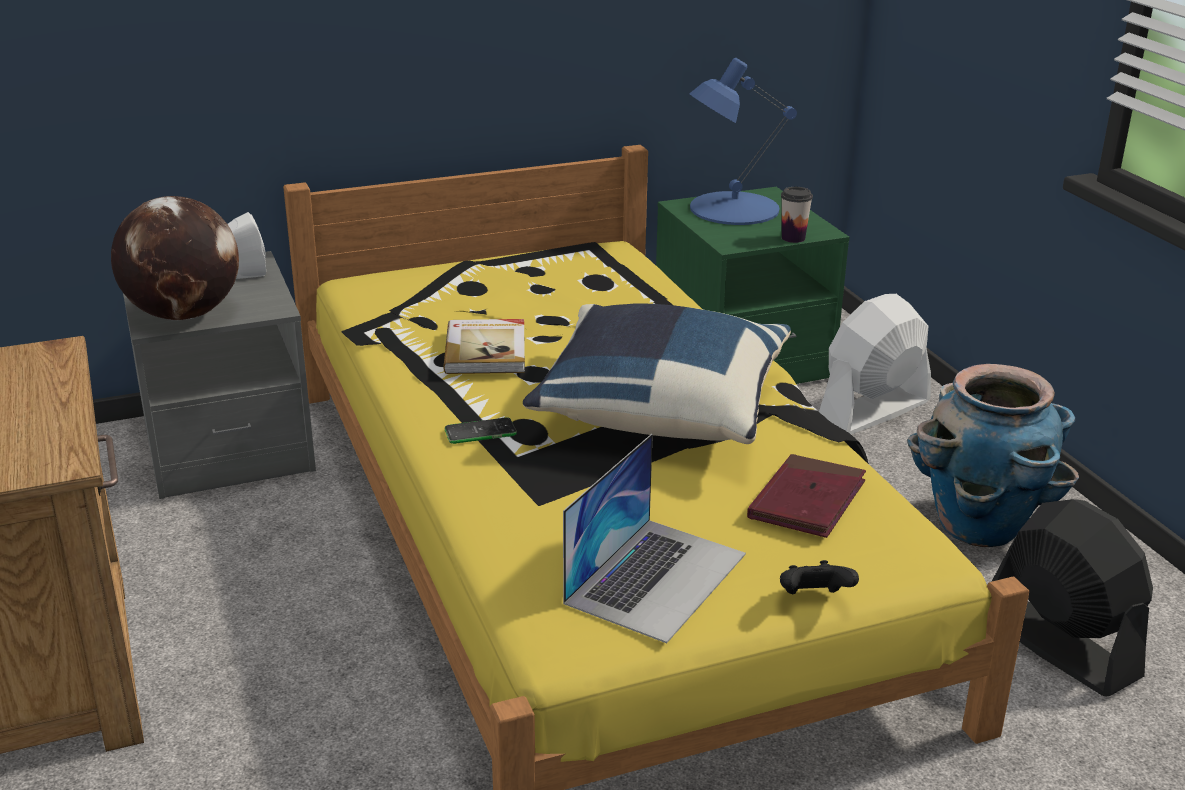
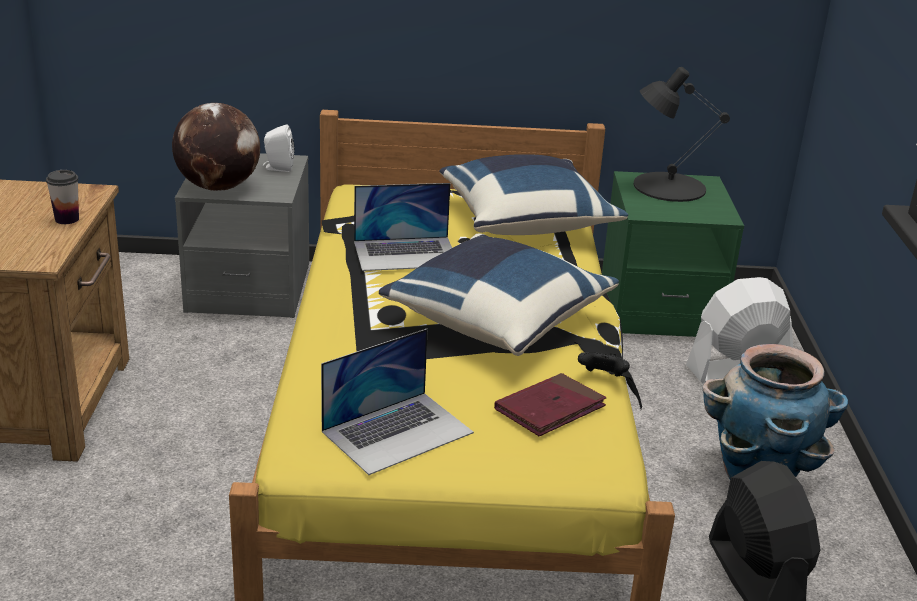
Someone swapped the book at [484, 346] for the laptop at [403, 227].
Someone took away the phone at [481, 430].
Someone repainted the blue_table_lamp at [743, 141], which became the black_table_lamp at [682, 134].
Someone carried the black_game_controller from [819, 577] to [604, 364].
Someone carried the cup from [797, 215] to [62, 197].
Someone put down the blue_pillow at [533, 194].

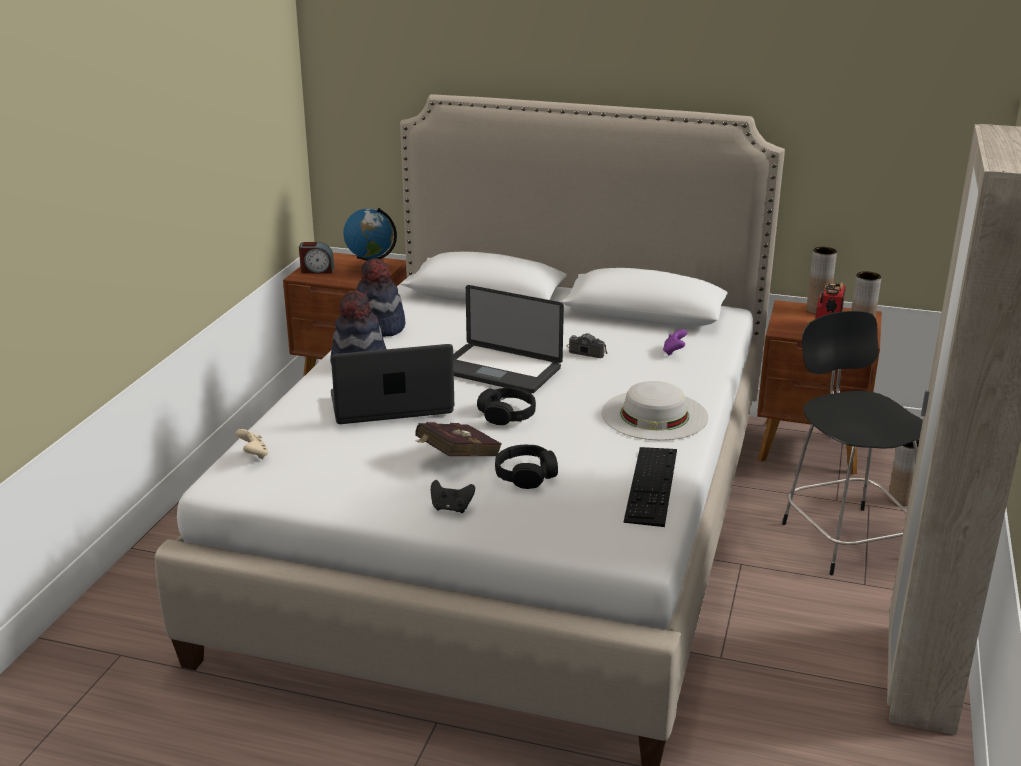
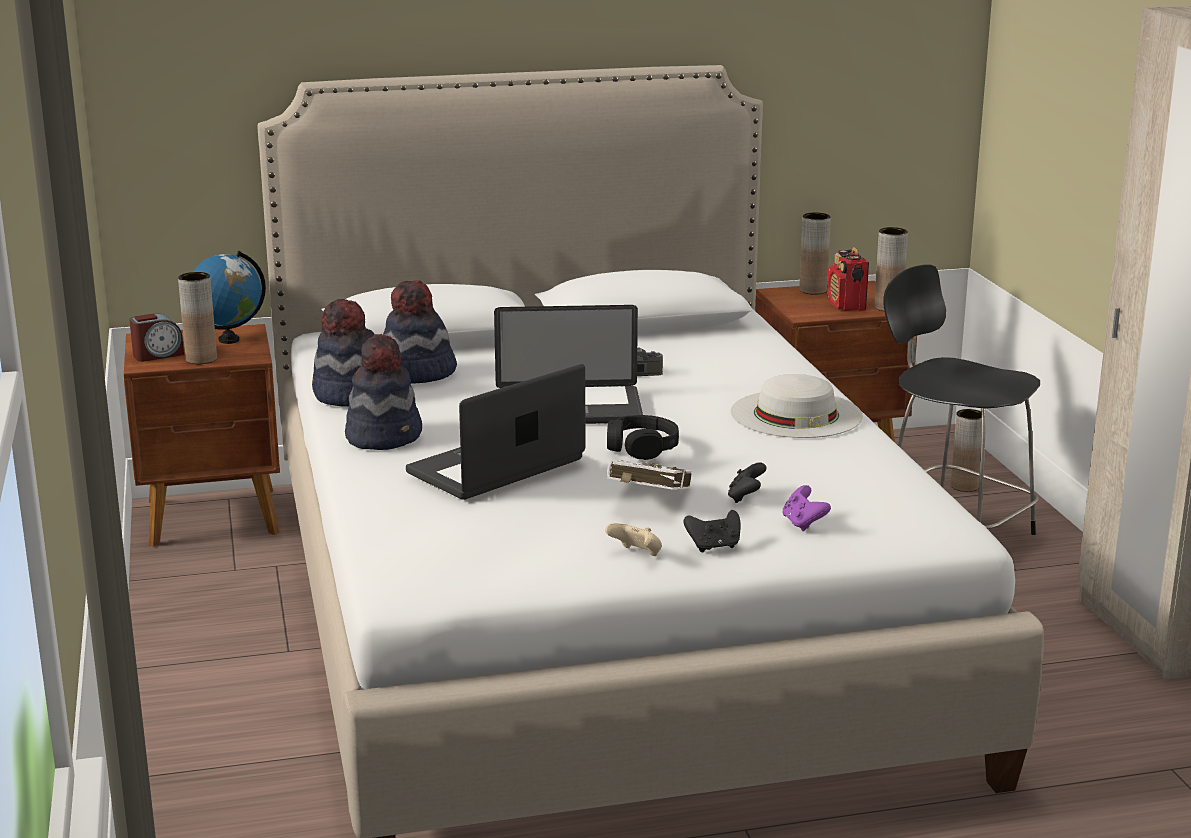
Someone carried the beige_game_controller from [252, 444] to [633, 539].
Someone repainted the red_book at [458, 439], which became the white_book at [649, 475].
Someone swapped the black_headphones at [526, 467] for the black_game_controller at [747, 482].
Someone took away the keyboard at [650, 487].
Someone carried the purple_game_controller from [675, 342] to [806, 508].
Someone put down the brown_vase at [197, 318].
Someone put down the hat at [420, 332].

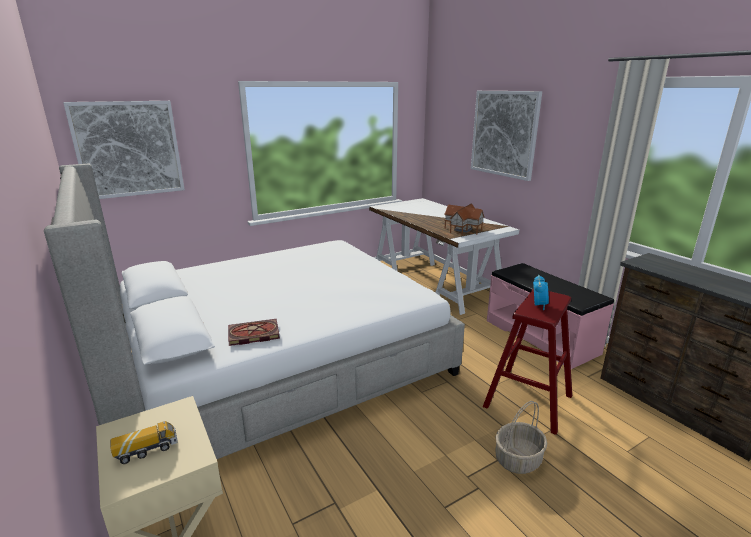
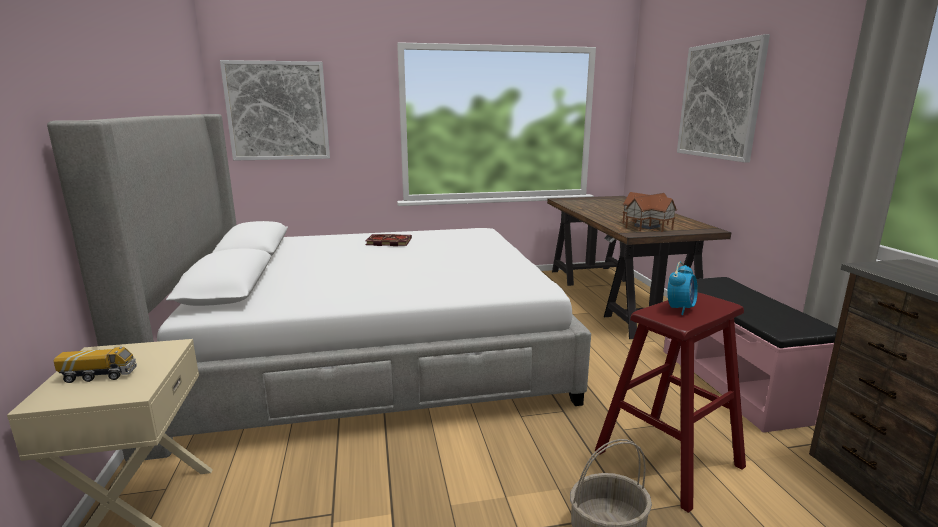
Someone carried the book from [254, 332] to [389, 240].
Someone repainted the white_desk at [444, 256], which became the brown_desk at [639, 267].

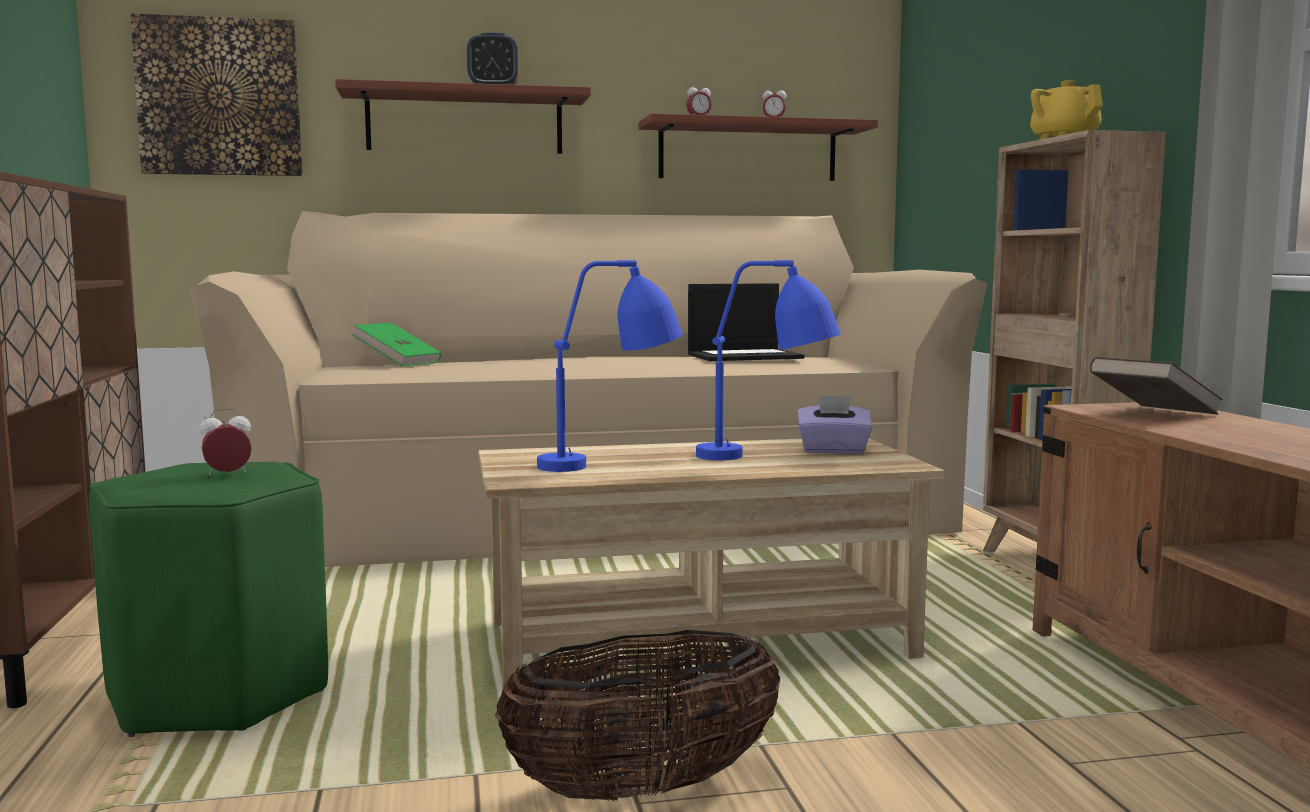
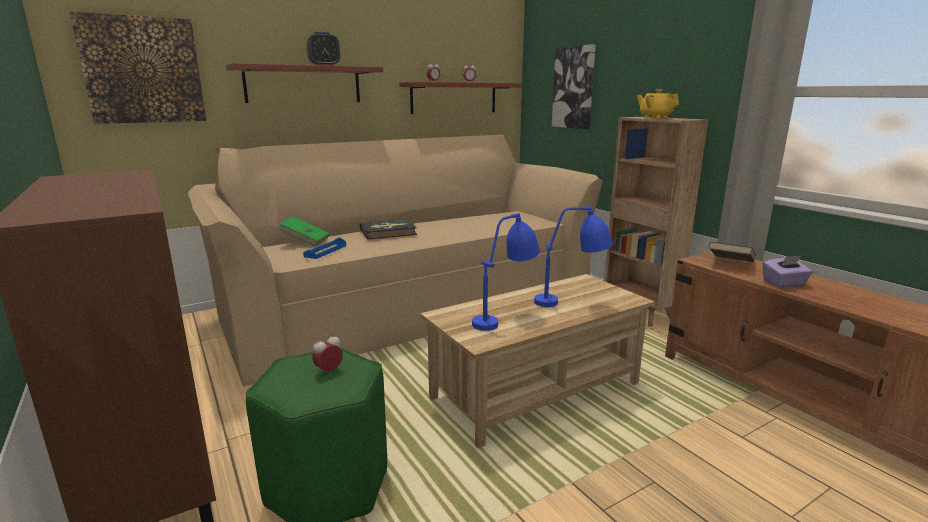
Someone took away the basket at [637, 715].
Someone took away the laptop at [746, 322].
Someone carried the purple_tissue_box from [834, 424] to [788, 271].
Someone put down the blue_tray at [324, 248].
Someone put down the book at [388, 229].
Someone put up the picture at [574, 86].

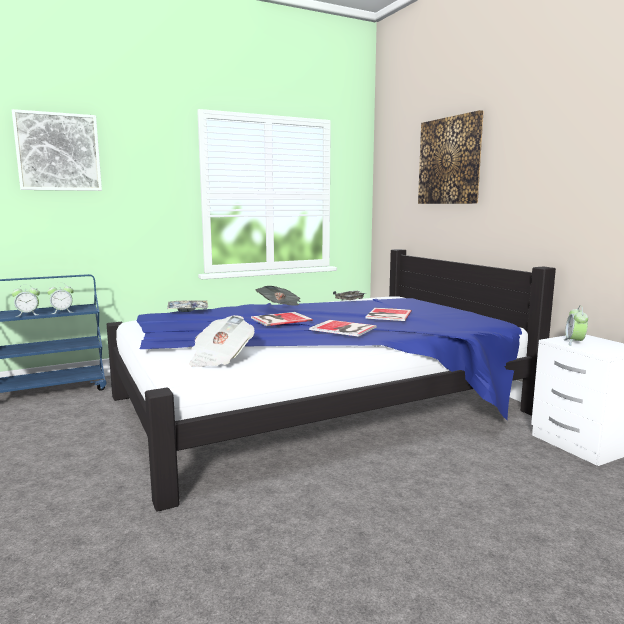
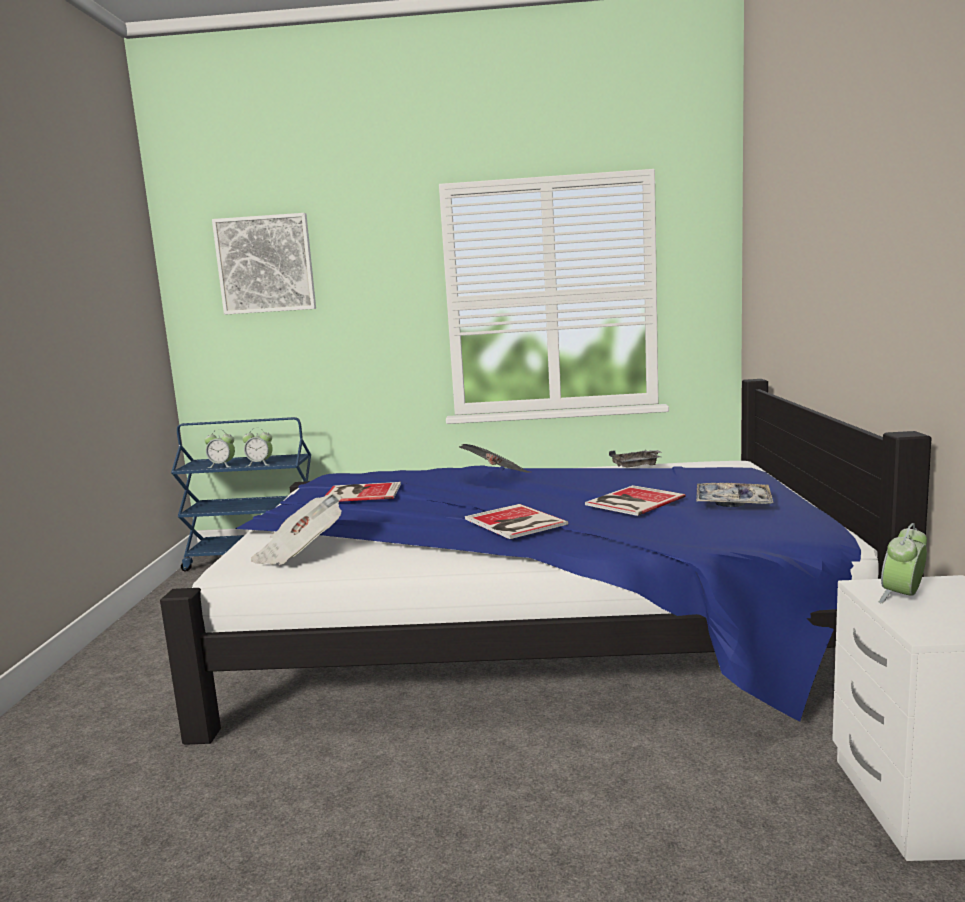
Someone carried the tray from [187, 306] to [735, 495].
Someone carried the book from [282, 319] to [363, 492].
Someone took away the picture at [451, 157].

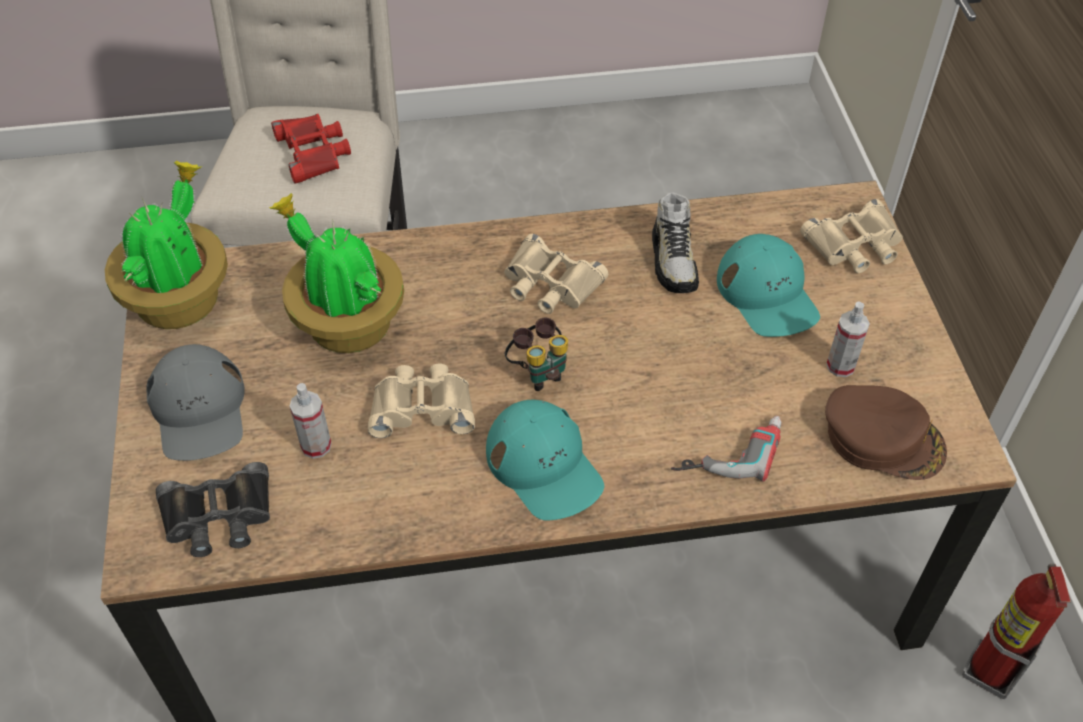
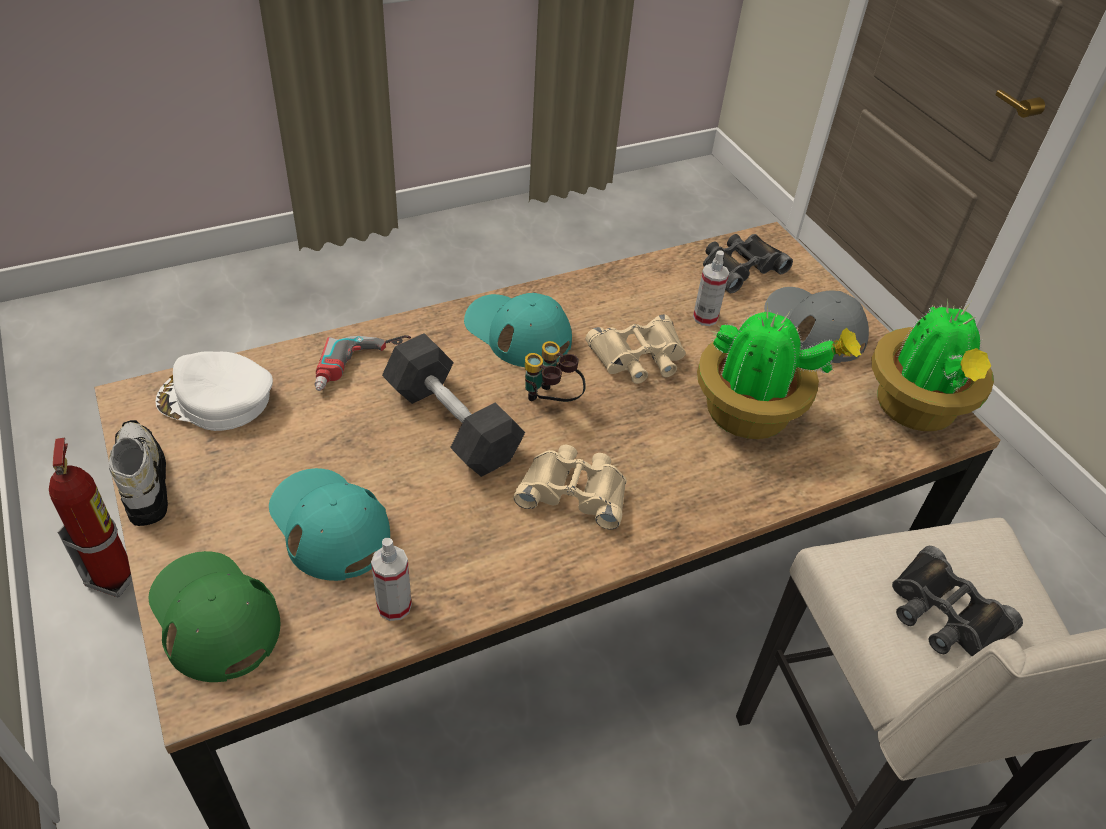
Someone repainted the red_binoculars at [311, 149], which became the black_binoculars at [957, 601].
Someone carried the shoe from [675, 242] to [138, 473].
Someone swapped the beige_binoculars at [851, 236] for the green_cap at [214, 616].
Someone repainted the brown_cap at [886, 432], which became the white_cap at [214, 391].
Someone carried the spray_bottle from [848, 339] to [391, 579].
Someone put down the black_dumbbell at [453, 405].

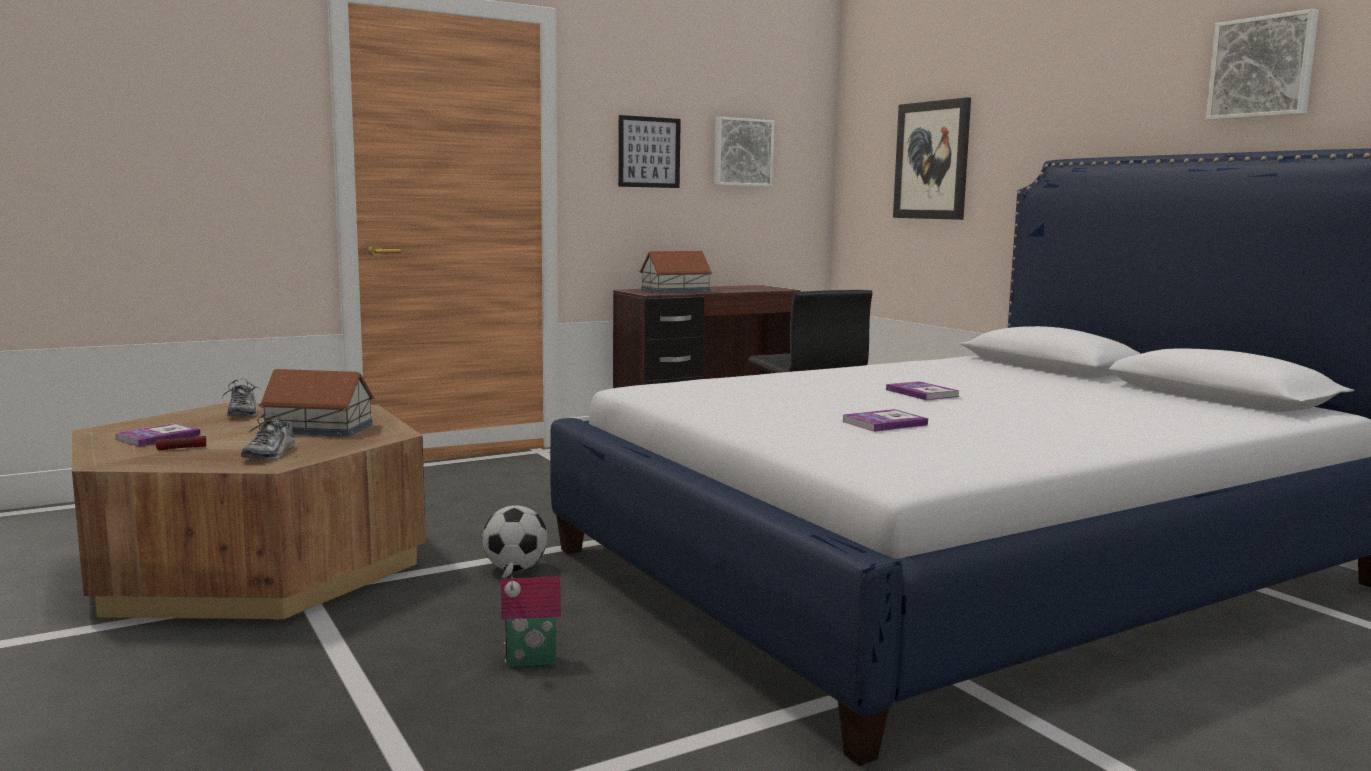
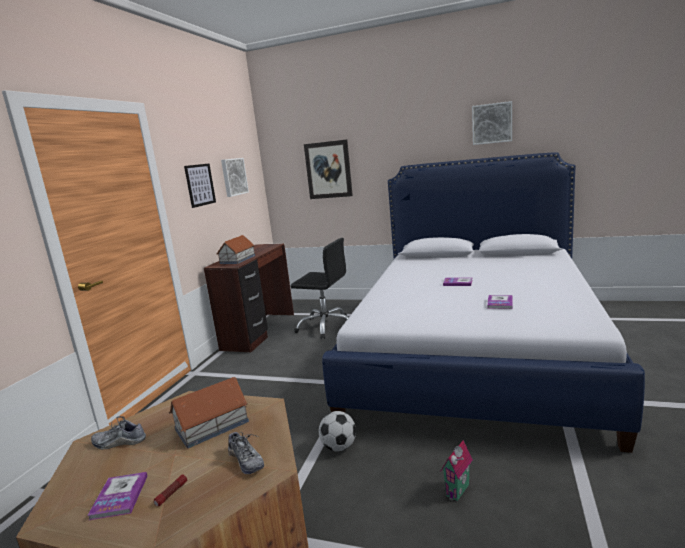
Someone rotated the shoe at [241, 398] by 150 degrees clockwise.

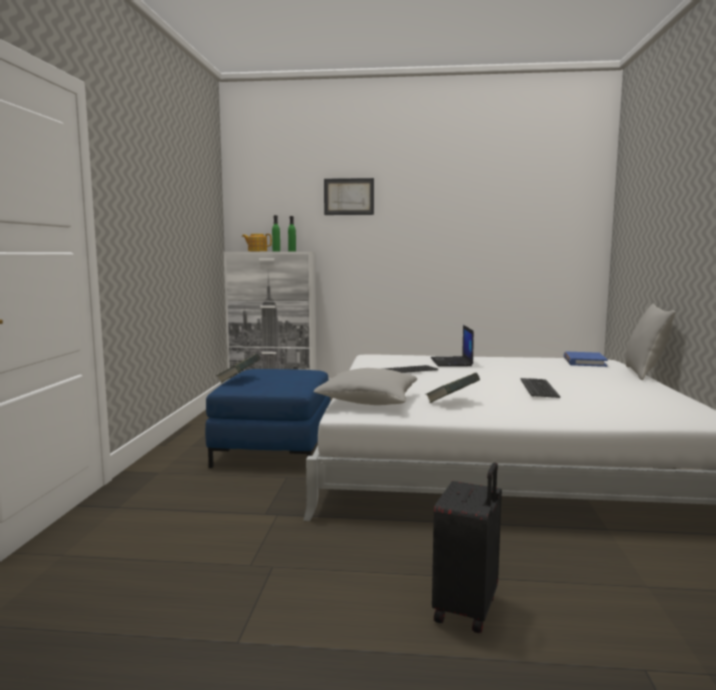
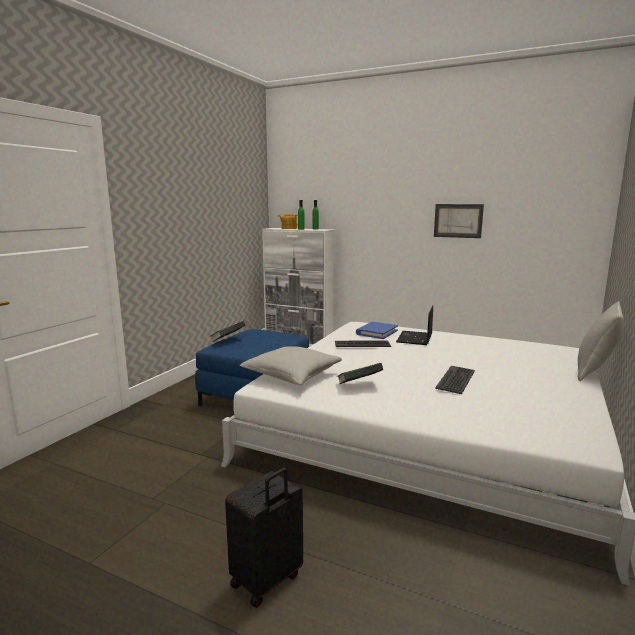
Someone carried the picture from [349, 196] to [459, 221].
Someone carried the blue_book from [586, 359] to [377, 330].

